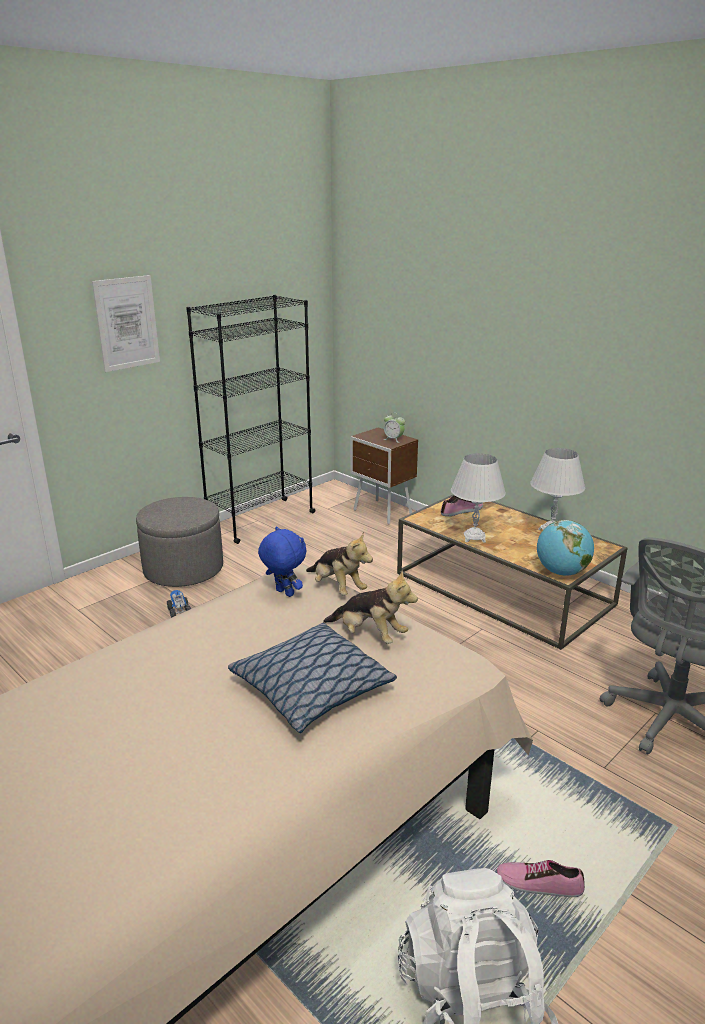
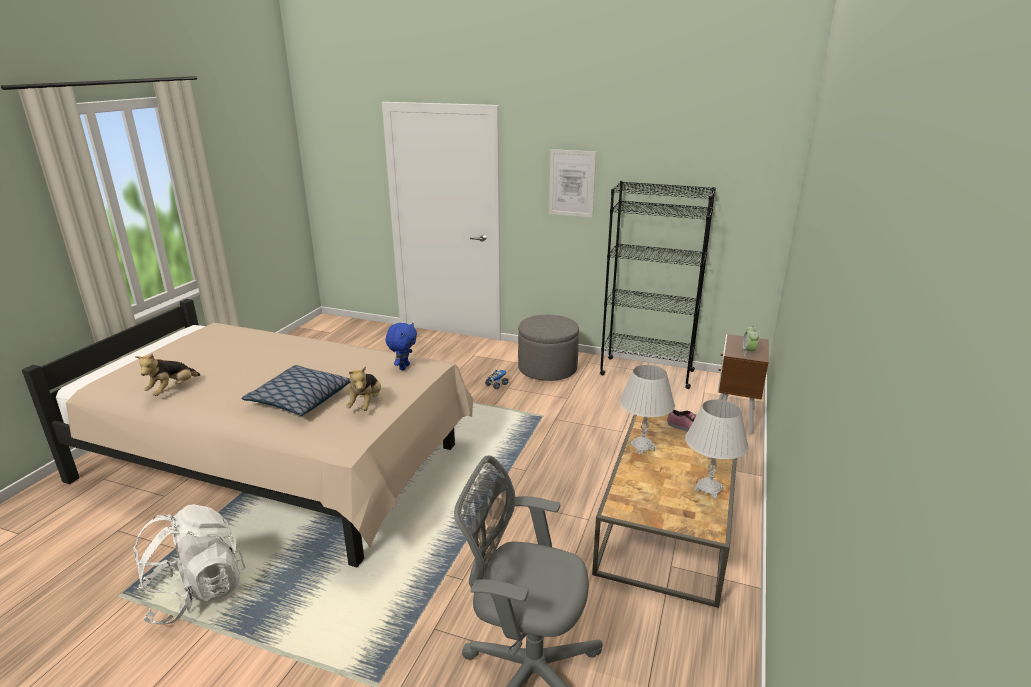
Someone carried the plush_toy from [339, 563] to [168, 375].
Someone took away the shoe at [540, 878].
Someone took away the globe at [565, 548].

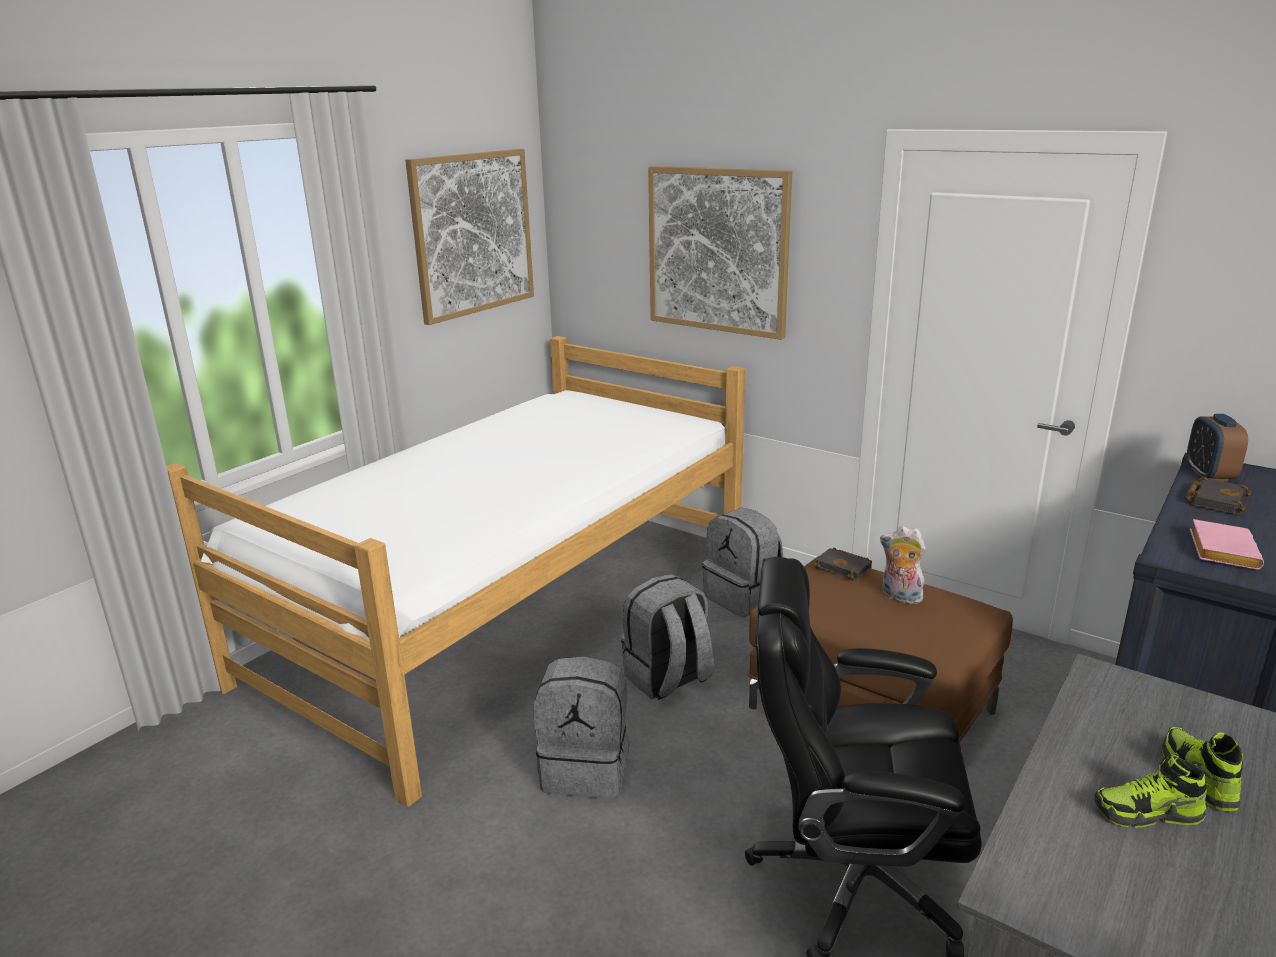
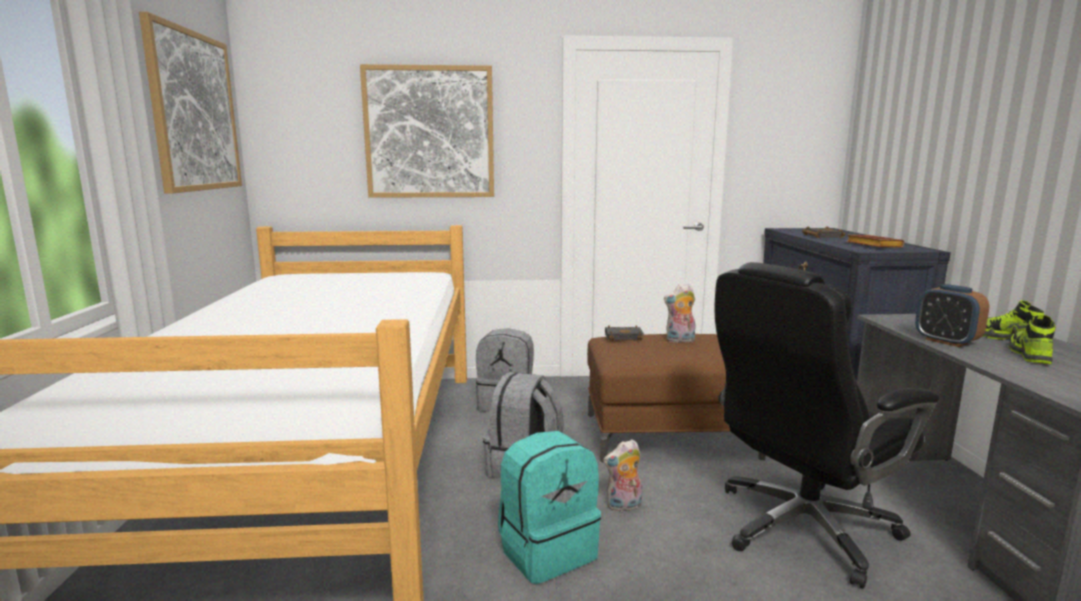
Someone repainted the grey_backpack at [581, 727], which became the turquoise_backpack at [549, 507].
Someone rotated the shoe at [1150, 791] by 150 degrees clockwise.
Someone carried the alarm_clock from [1217, 448] to [952, 315].
Someone repainted the pink_book at [1227, 544], which became the brown_book at [875, 241].
Someone put down the plush_toy at [622, 476].

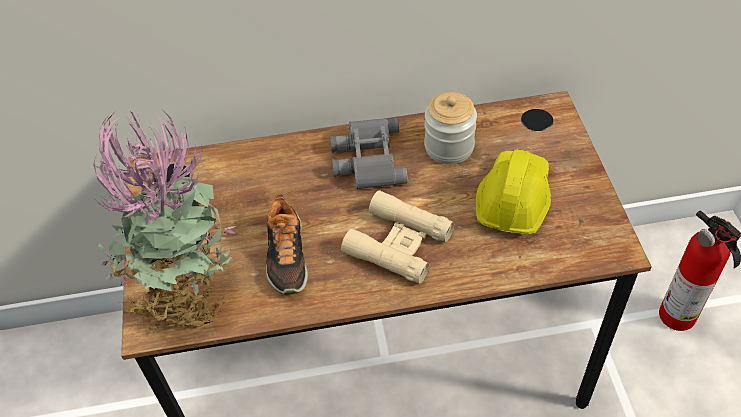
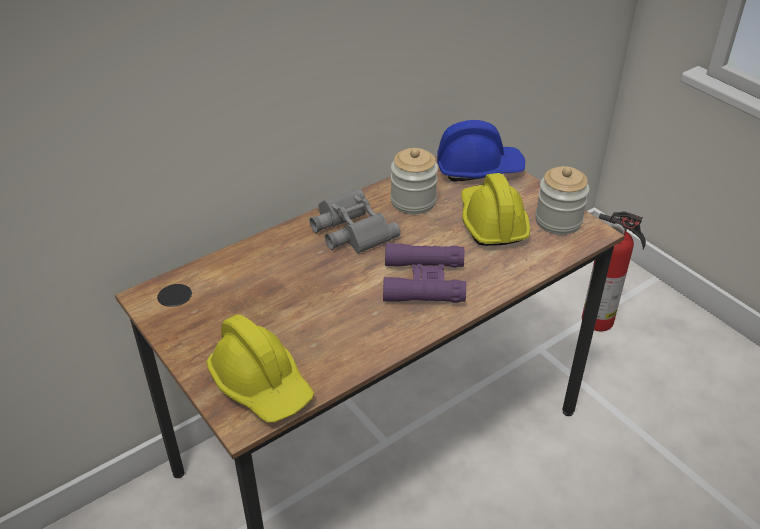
Someone swapped the potted_plant at [164, 222] for the yellow_hard_hat at [260, 368].
Someone took away the shoe at [287, 244].
Someone repainted the beige_binoculars at [397, 236], which became the purple_binoculars at [424, 273].
Someone put down the blue_hard_hat at [481, 151].
Someone put down the jar at [562, 200].

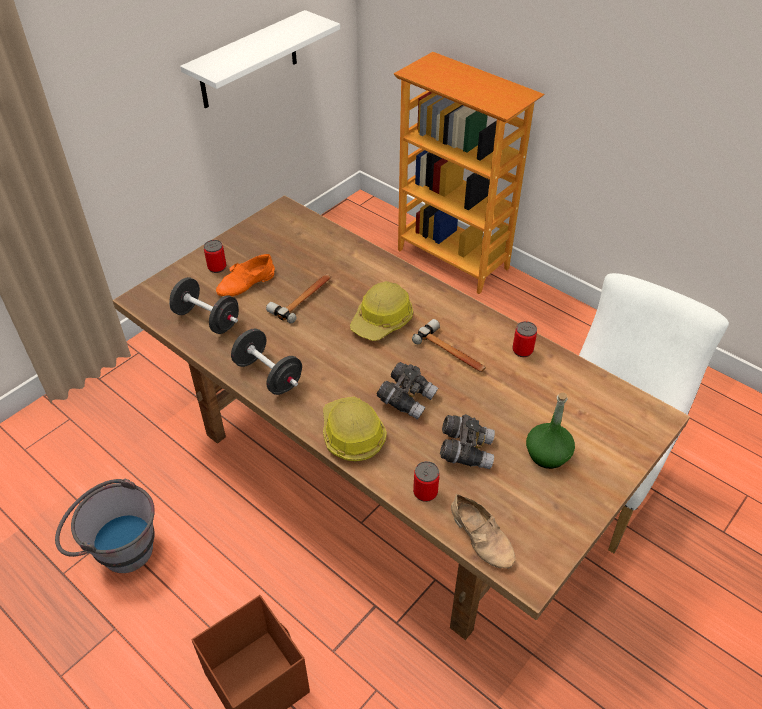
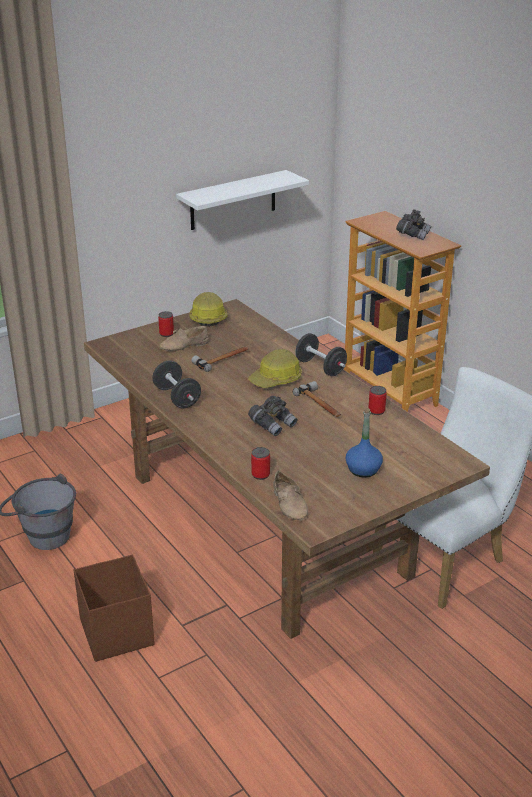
Someone carried the black_dumbbell from [204, 305] to [321, 354].
Someone repainted the orange_shoe at [245, 275], which became the beige_shoe at [183, 338].
Someone carried the hard_hat from [355, 429] to [208, 309].
Someone carried the grey_binoculars from [467, 441] to [413, 225].
Someone repainted the green_bottle at [550, 430], which became the blue_bottle at [364, 443].

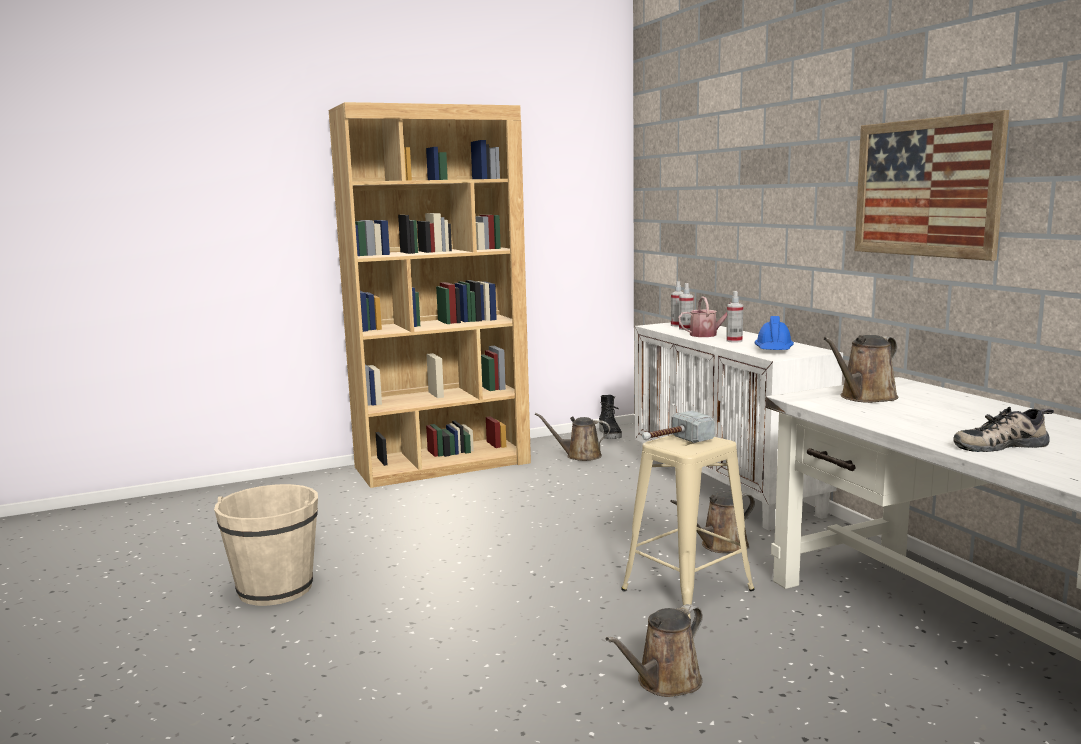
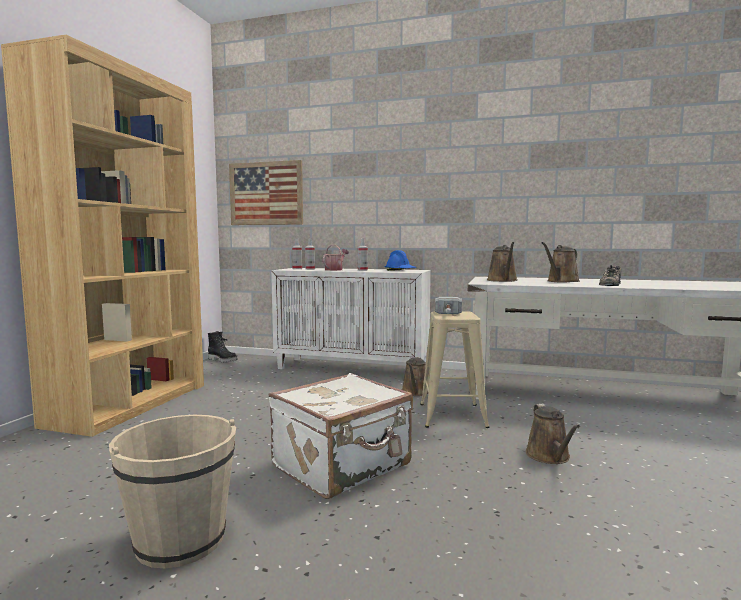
Someone carried the brown_watering_can from [572, 437] to [561, 262].
Someone carried the picture from [932, 185] to [266, 192].
Someone put down the white_suitcase at [341, 436].

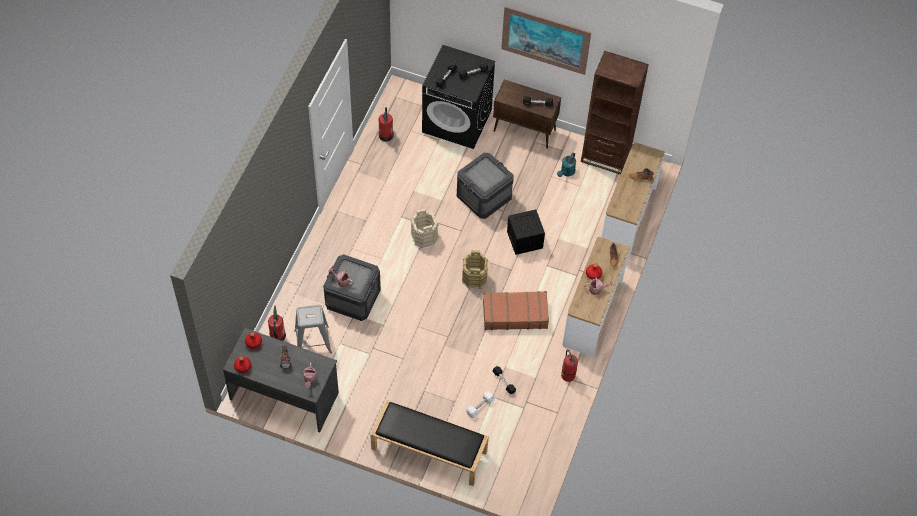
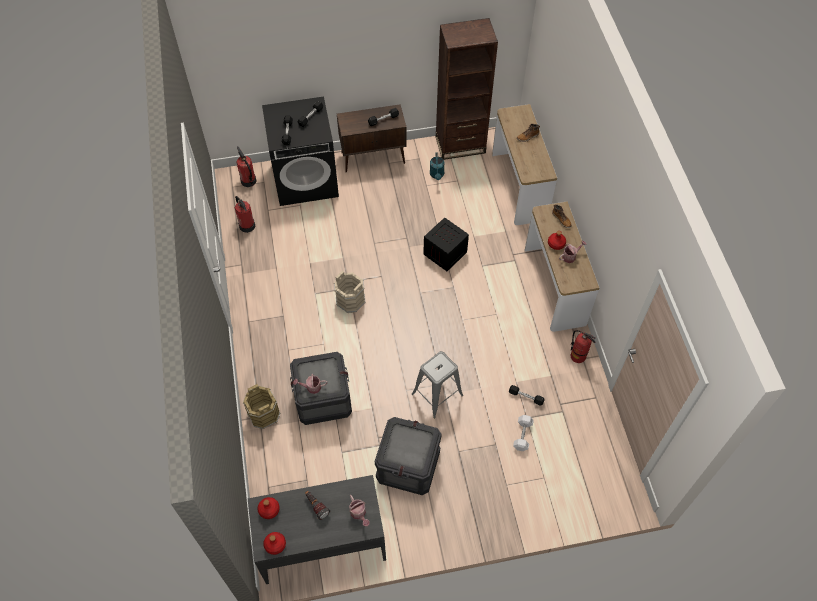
Someone carried the fire_extinguisher from [277, 323] to [246, 166].
Someone carried the grey_stool from [313, 329] to [437, 384].
Someone took away the black_bench at [429, 443].
Someone carried the crate from [485, 186] to [408, 456].
Someone carried the brown_bucket from [475, 269] to [261, 406].
Someone took away the brown_suitcase at [516, 310].
Someone took away the picture at [546, 40].

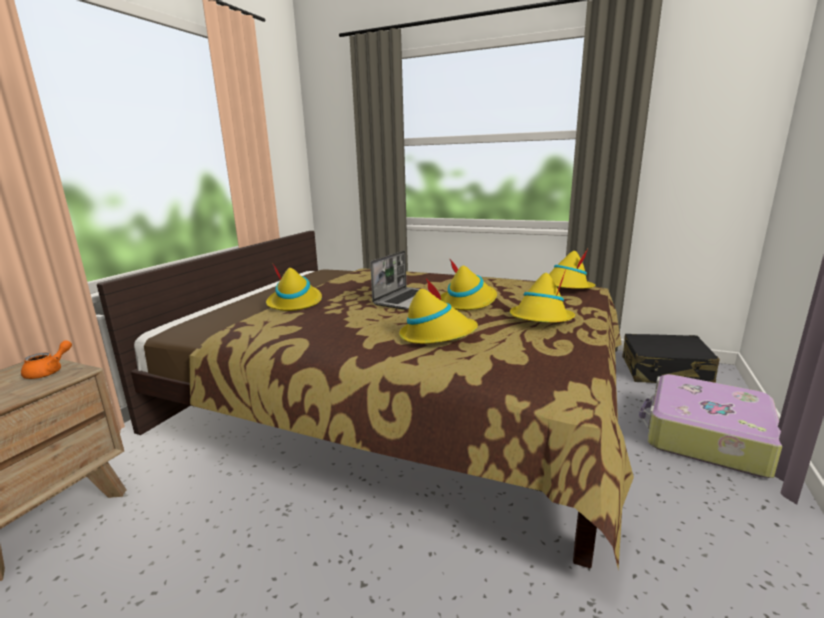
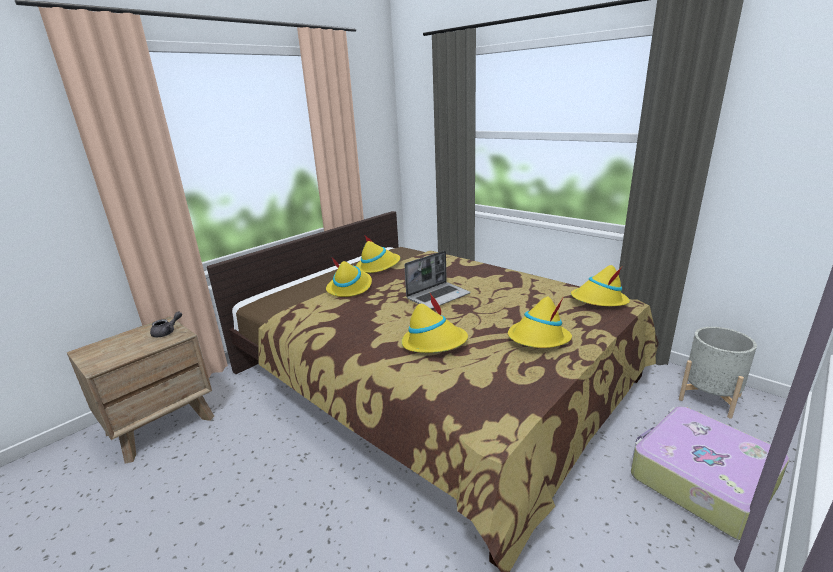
Someone repainted the orange_teapot at [46, 359], which became the grey_teapot at [166, 324].
Someone carried the yellow_hat from [468, 284] to [378, 254].
Someone swapped the black_suitcase at [671, 358] for the grey_planter at [718, 373].

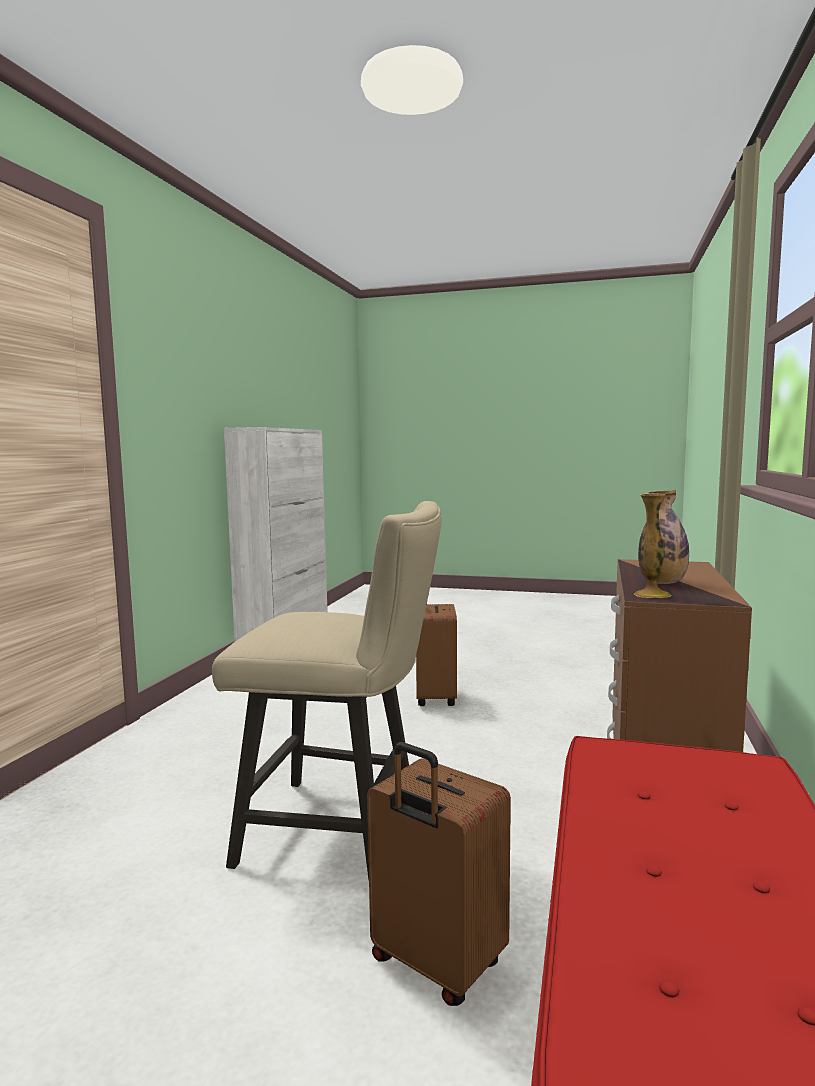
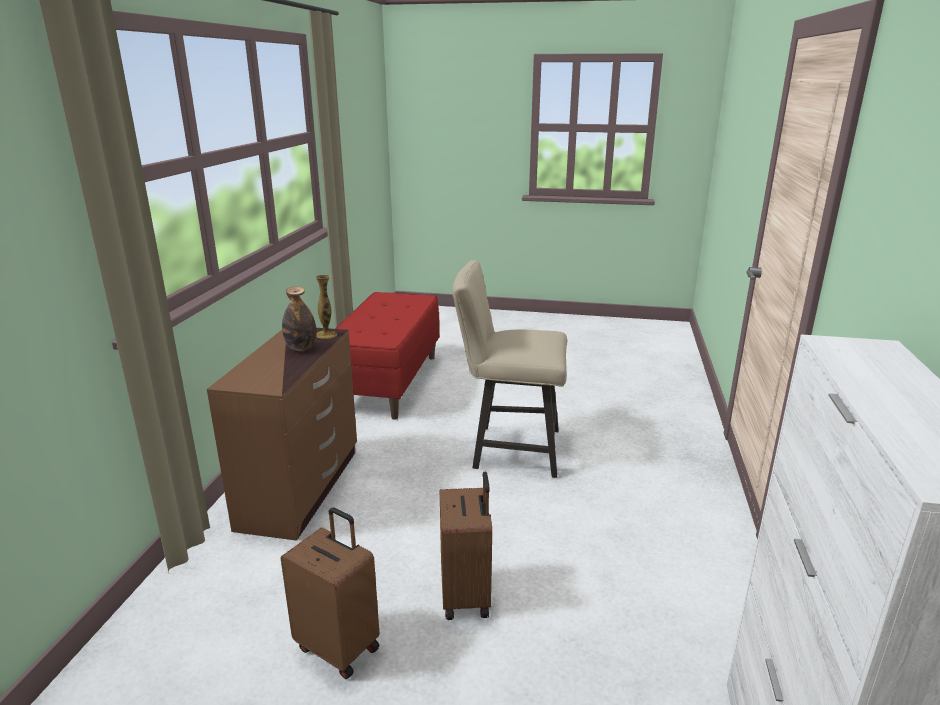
Someone carried the brown_suitcase from [439, 874] to [330, 593].

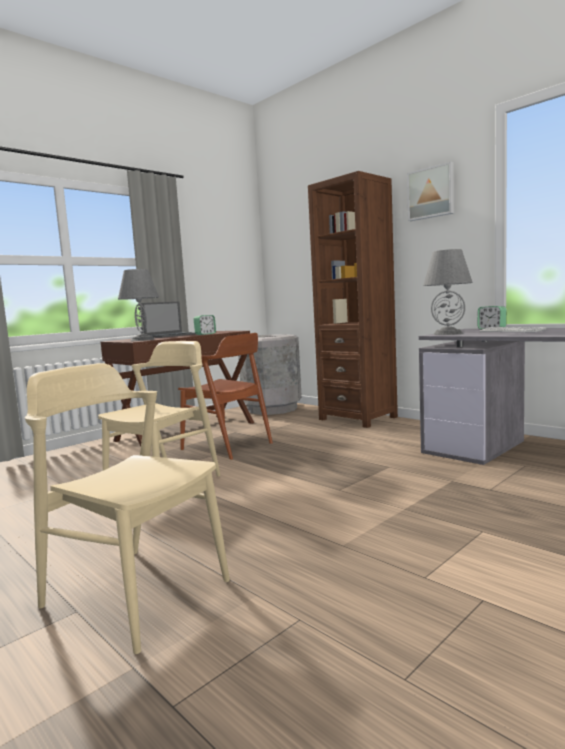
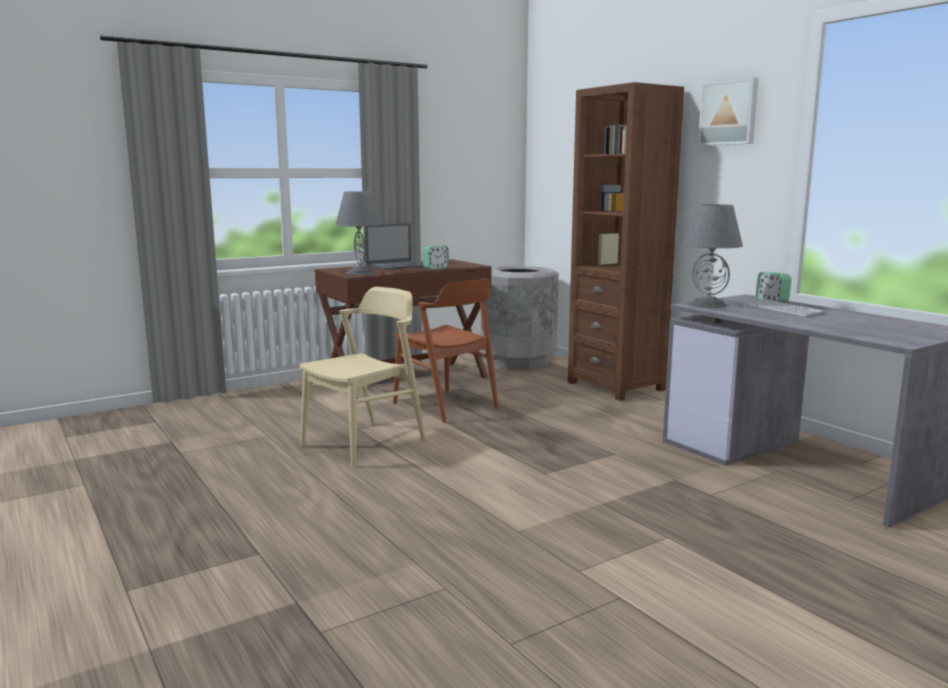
Someone took away the beige_chair at [127, 508].

